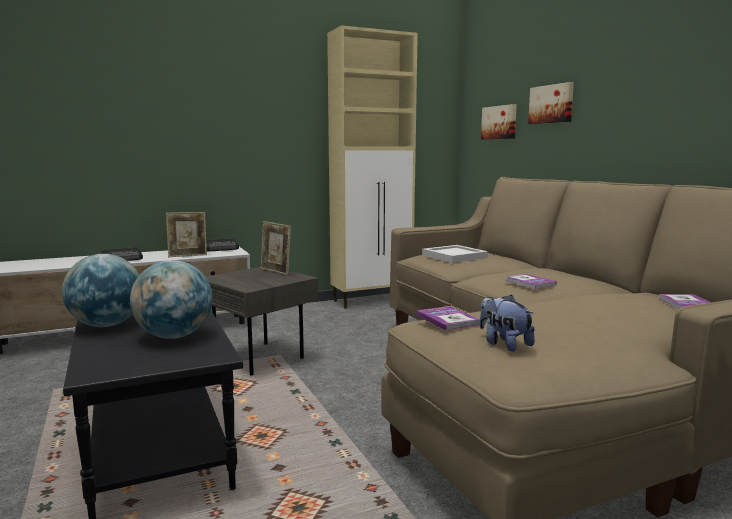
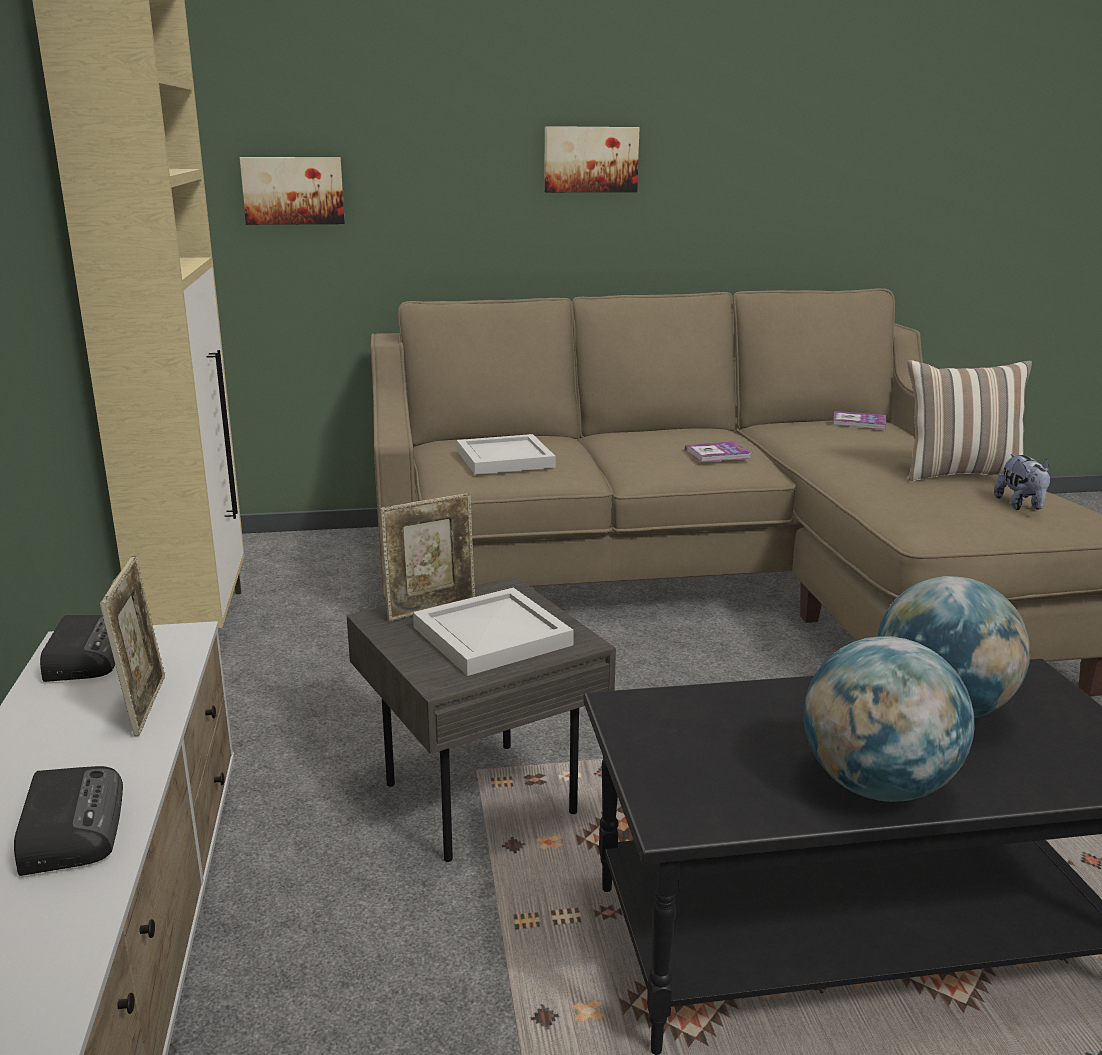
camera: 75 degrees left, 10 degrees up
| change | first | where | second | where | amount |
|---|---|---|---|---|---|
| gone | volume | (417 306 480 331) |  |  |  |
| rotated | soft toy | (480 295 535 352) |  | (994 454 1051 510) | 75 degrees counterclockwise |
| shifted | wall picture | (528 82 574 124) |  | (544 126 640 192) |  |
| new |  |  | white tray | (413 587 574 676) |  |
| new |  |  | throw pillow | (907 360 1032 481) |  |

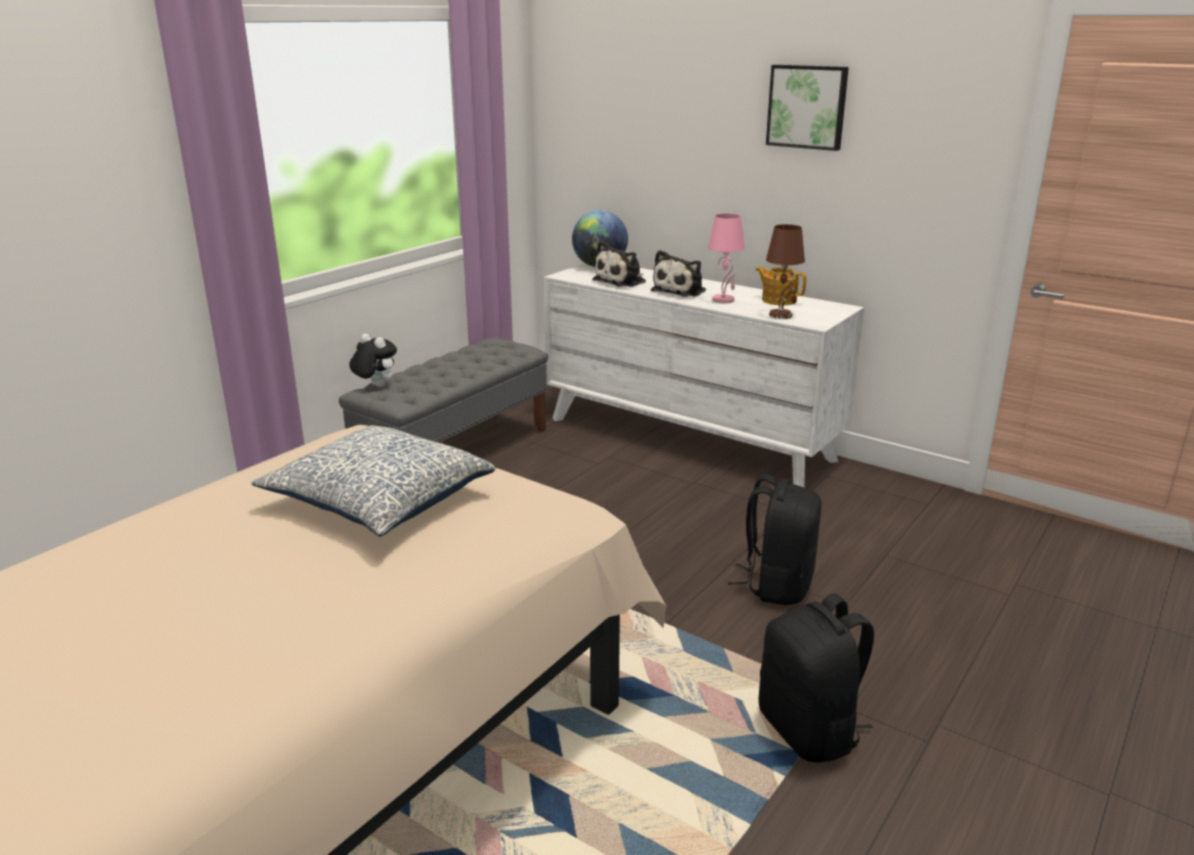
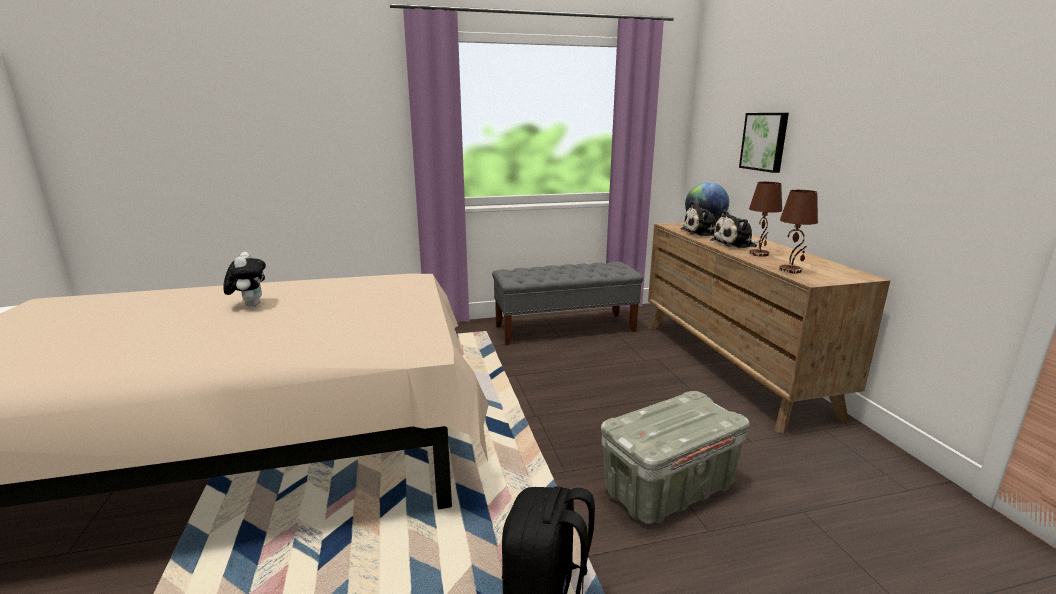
camera: 40 degrees right, 5 degrees down
| change | first | where | second | where | amount |
|---|---|---|---|---|---|
| gone | throw pillow | (252 425 496 537) |  |  |  |
| shifted | soft toy | (349 334 397 387) |  | (223 252 266 307) |  |
| repainted | white drawer chest | (544 263 864 488) | brown drawer chest | (648 222 890 434) |  |
| repainted | pinkish tabletop lamp | (708 214 745 303) | brown tabletop lamp | (749 182 782 257) |  |
| swapped | blackish backpack | (728 474 822 605) | greyish storage bin | (601 391 749 524) |  |
| gone | teapot | (755 267 806 305) |  |  |  |
| shifted | wall picture | (766 65 849 151) |  | (739 113 789 173) |  |

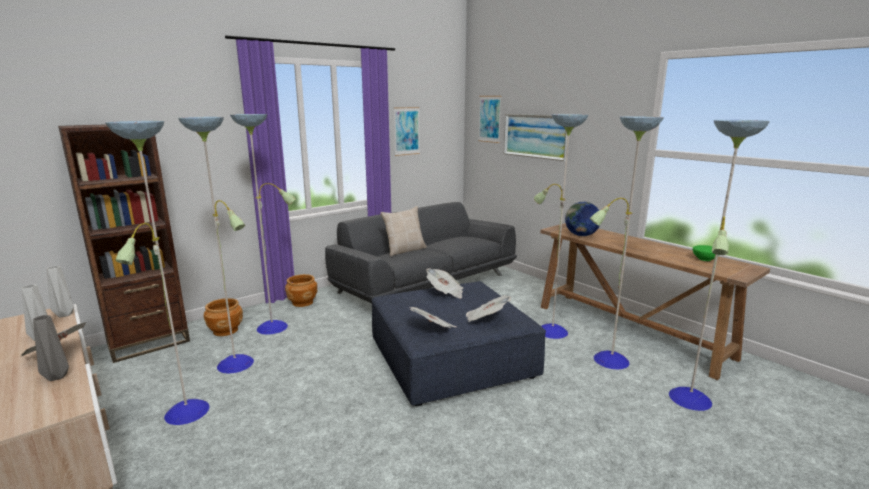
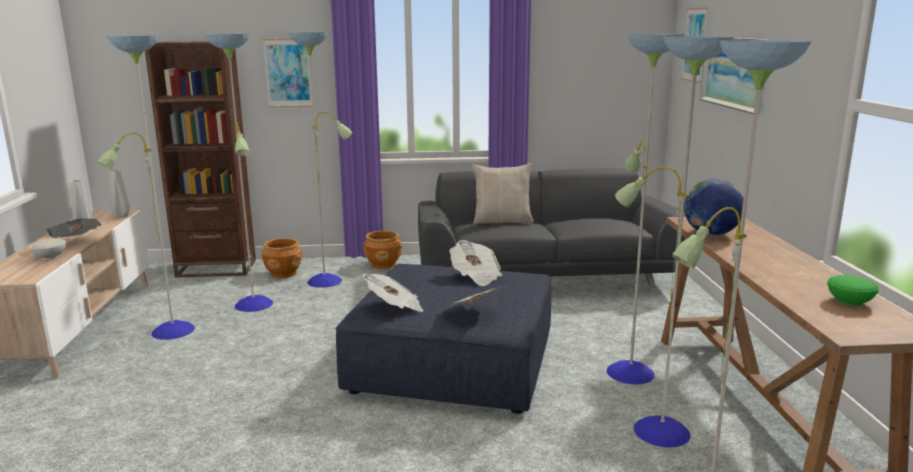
camera: 35 degrees right, 0 degrees up
| change | first | where | second | where | amount |
|---|---|---|---|---|---|
| swapped | greyish decorative vase | (33 315 69 381) | white bowl | (30 239 66 260) |  |
| shifted | wall picture | (394 107 420 156) |  | (263 39 312 108) |  |

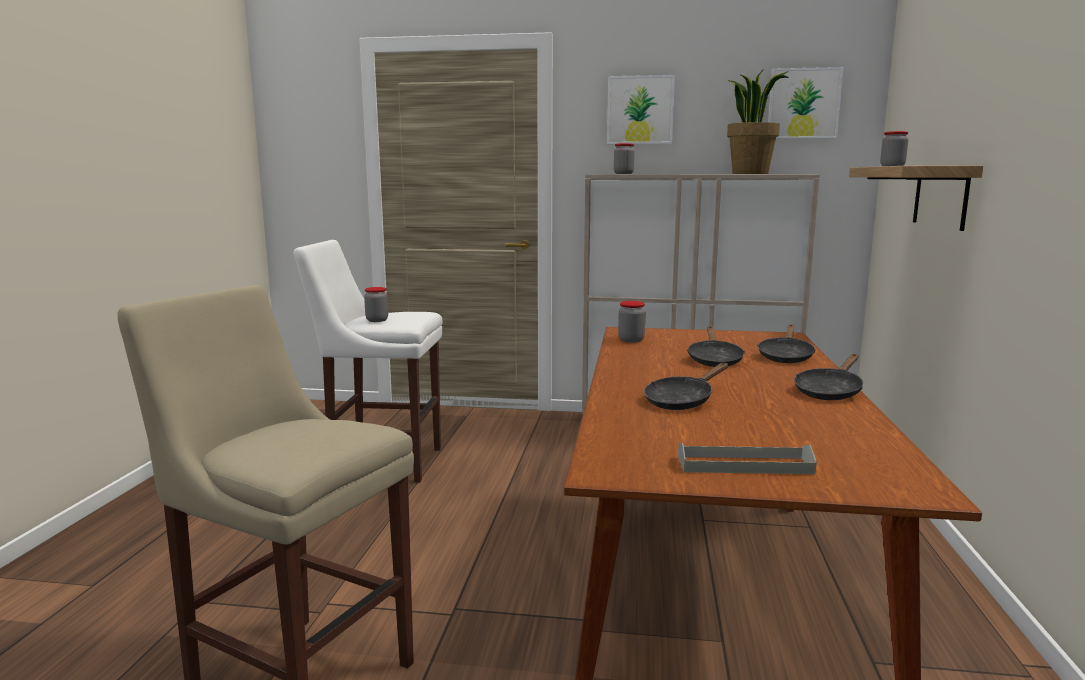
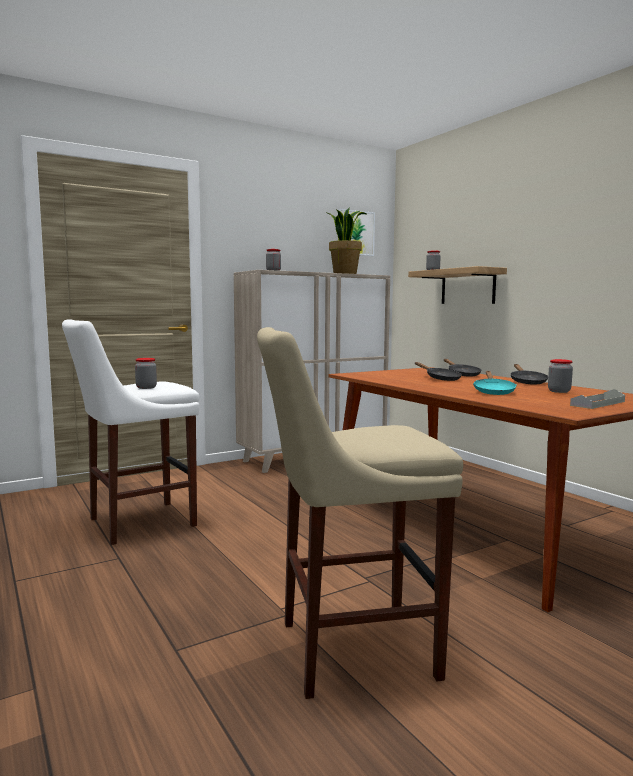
camera: 40 degrees left, 5 degrees down
| change | first | where | second | where | amount |
|---|---|---|---|---|---|
| gone | wall picture | (607 75 675 144) |  |  |  |
| shifted | jar | (618 301 646 342) |  | (548 359 573 393) |  |
| repainted | blackish skillet | (644 363 728 410) | turquoise skillet | (473 371 517 395) |  |

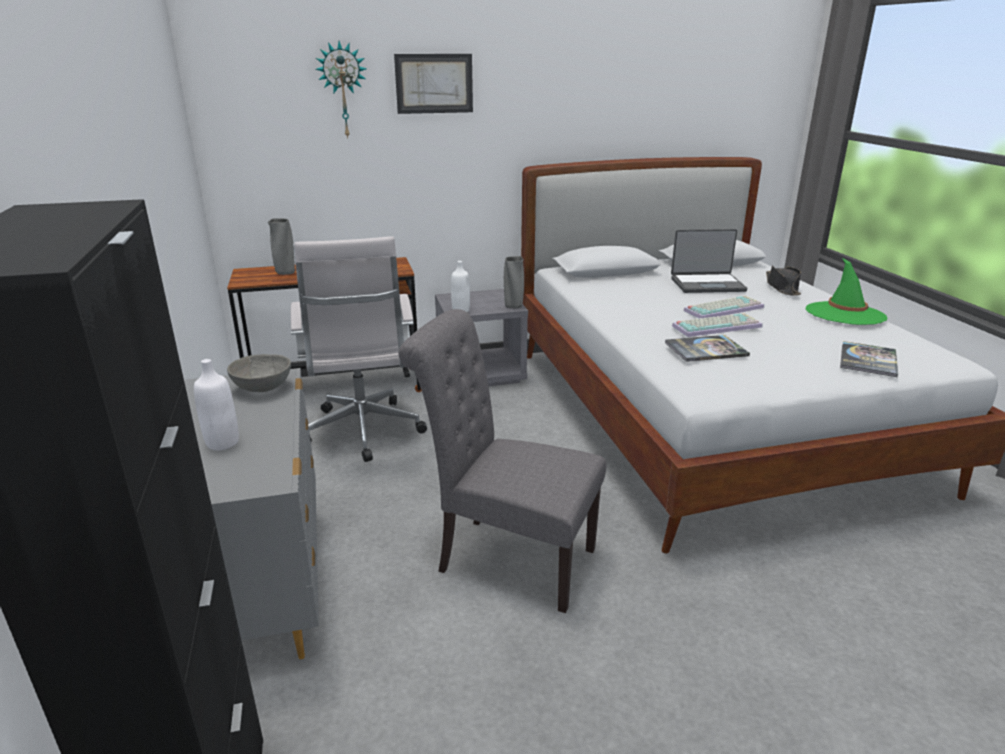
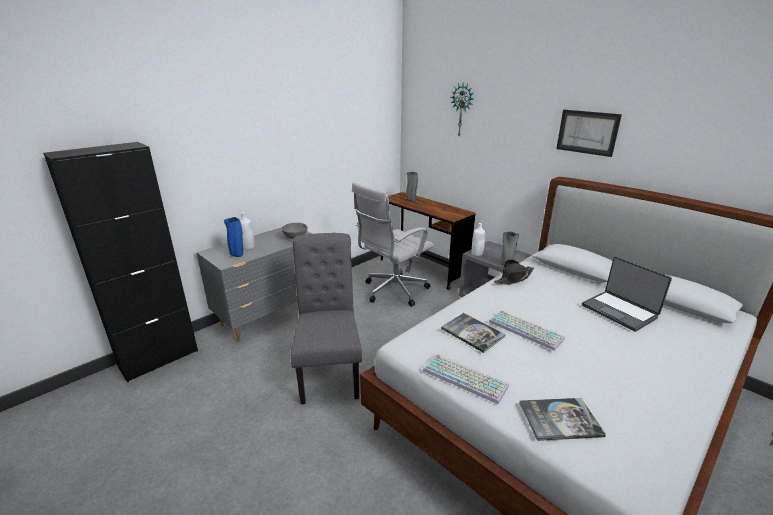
camera: 60 degrees right, 0 degrees up
| change | first | where | second | where | amount |
|---|---|---|---|---|---|
| shifted | wall picture | (394 54 473 114) |  | (556 110 622 157) |  |
| shifted | computer keyboard | (683 296 764 319) |  | (423 354 509 404) |  |
| shifted | blackish clothing hat | (766 265 801 296) |  | (494 259 534 285) |  |
| gone | green-coloured clothing hat | (806 258 887 325) |  |  |  |
| new |  |  | blue-coloured decorative vase | (224 217 243 257) |  |

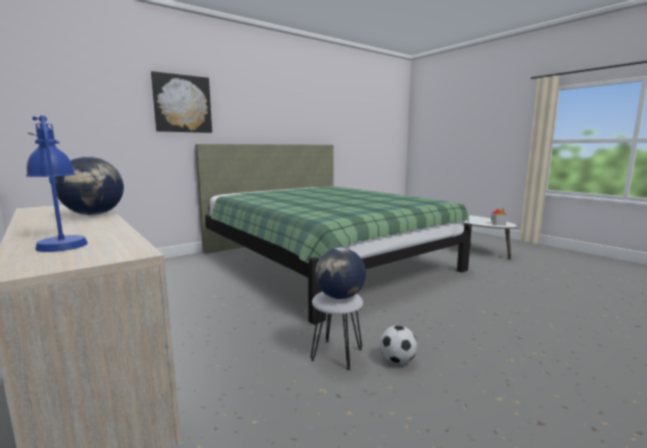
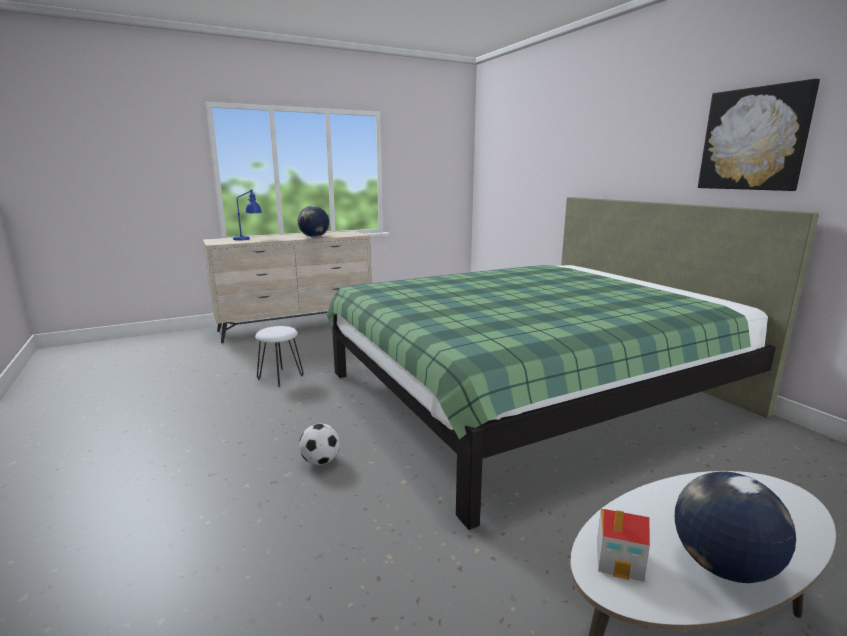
camera: 100 degrees right, 5 degrees up
| change | first | where | second | where | amount |
|---|---|---|---|---|---|
| shifted | wall picture | (151 71 212 133) |  | (698 79 820 191) |  |
| shifted | world globe | (315 248 366 299) |  | (675 471 796 583) |  |
| shifted | ball for football | (380 325 417 364) |  | (299 423 340 465) |  |

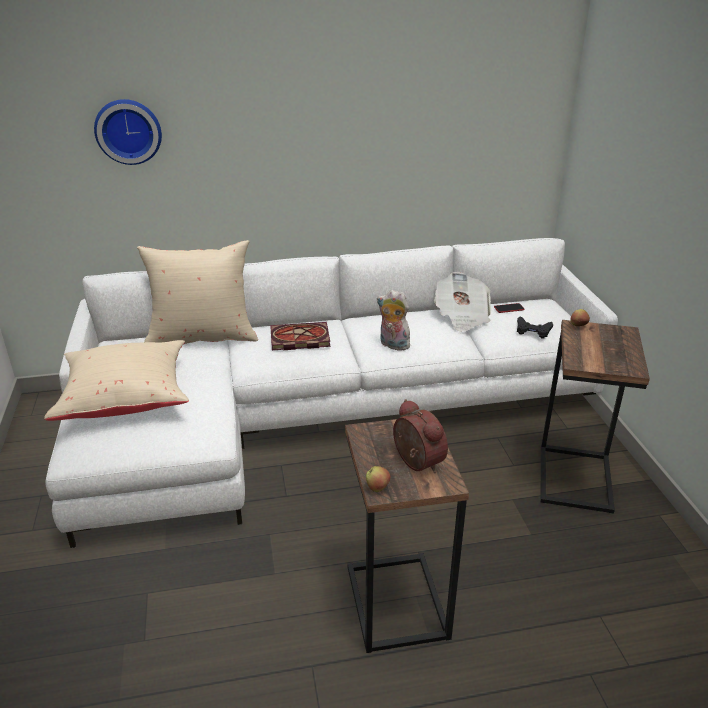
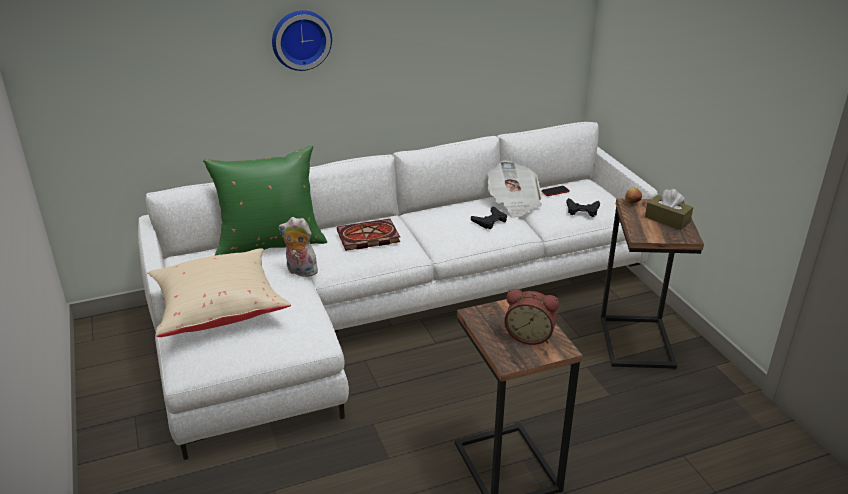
camera: 10 degrees left, 0 degrees up
| change | first | where | second | where | amount |
|---|---|---|---|---|---|
| shifted | hanging clock | (94 99 162 165) |  | (272 10 332 71) |  |
| repainted | beige-coloured throw pillow | (137 240 258 344) | green-coloured throw pillow | (203 146 327 255) |  |
| gone | apple fruit | (366 466 391 492) |  |  |  |
| shifted | soft toy | (377 290 413 351) |  | (279 217 318 277) |  |
| rotated | bedside clock | (393 399 448 473) |  | (504 289 559 345) | 150 degrees clockwise |
| new |  |  | blackish game controller | (471 206 507 229) |  |
| new |  |  | brown tissue holder | (645 189 693 230) |  |

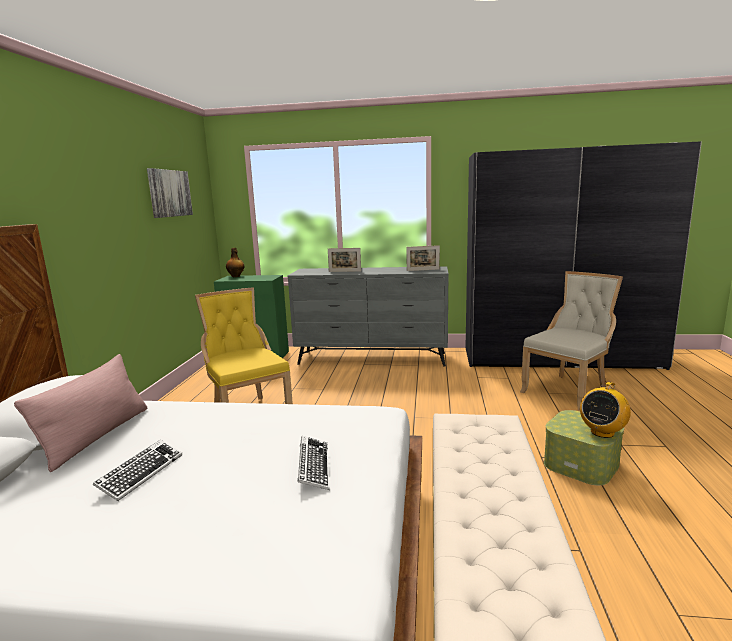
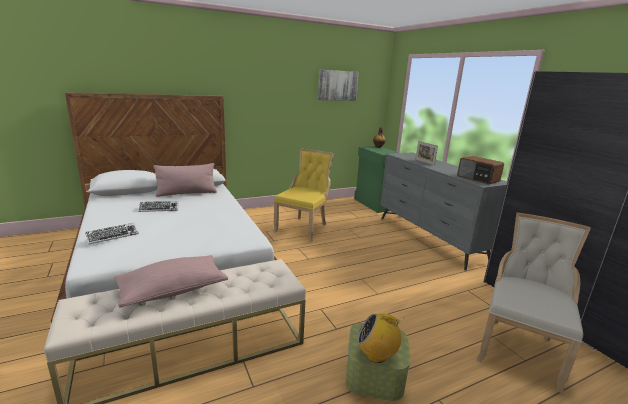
camera: 55 degrees right, 5 degrees up
| change | first | where | second | where | amount |
|---|---|---|---|---|---|
| shifted | computer keyboard | (297 436 329 490) |  | (85 223 139 244) |  |
| swapped | photo frame | (406 245 440 271) | radio | (457 156 504 184) |  |
| rotated | beige-coloured chair | (520 271 623 411) |  | (476 213 591 394) | 75 degrees counterclockwise |
| new |  |  | pinkish throw pillow | (114 255 228 308) |  |

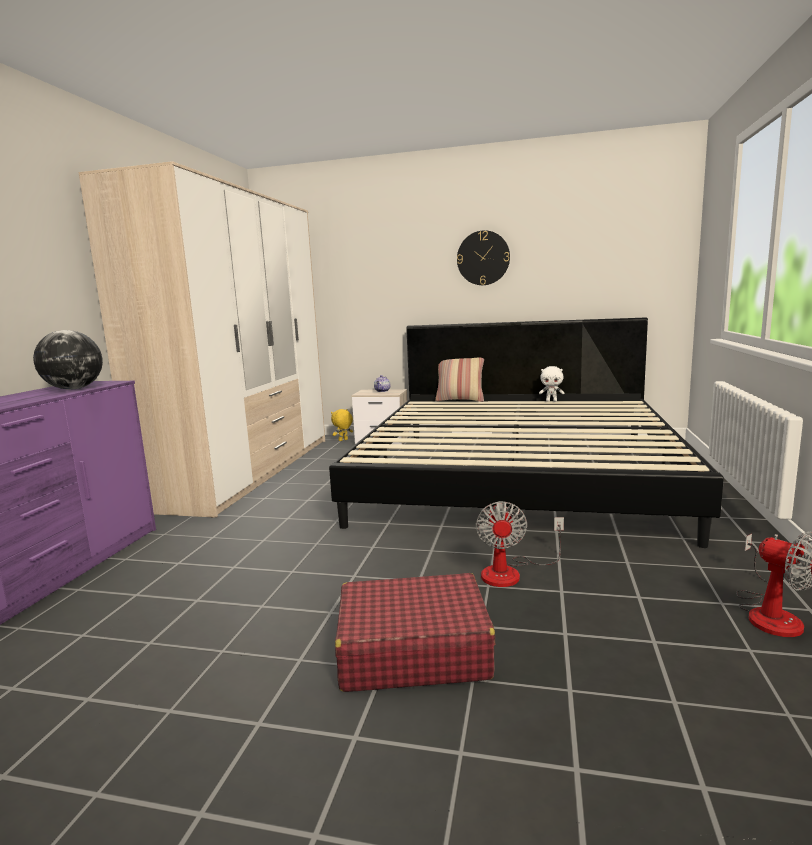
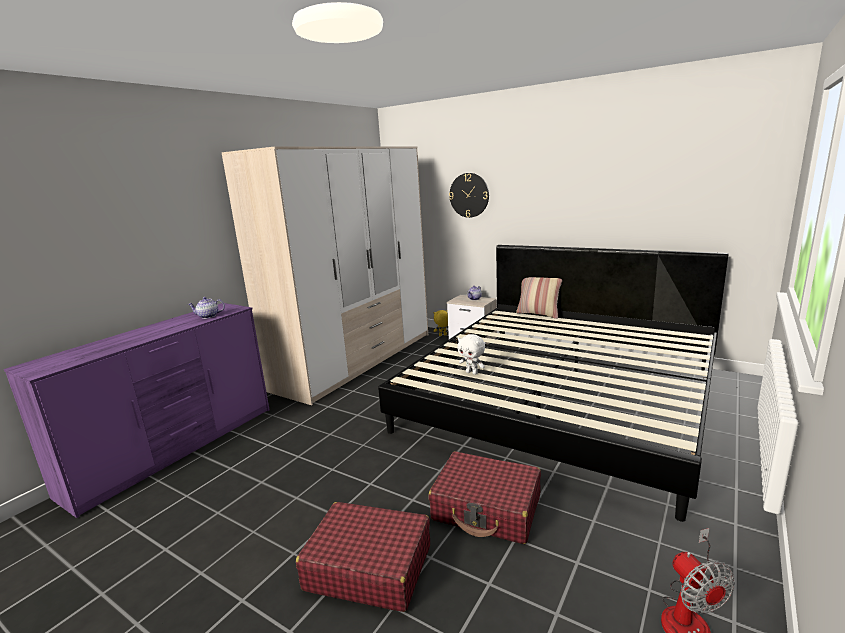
camera: 20 degrees right, 5 degrees up
| change | first | where | second | where | amount |
|---|---|---|---|---|---|
| swapped | world globe | (33 330 103 390) | teapot | (188 297 225 319) |  |
| shifted | hanging clock | (457 230 510 285) |  | (449 173 489 218) |  |
| swapped | cooling fan | (476 501 564 587) | red travel case | (428 451 541 544) |  |
| shifted | white soft toy | (539 366 565 402) |  | (457 334 485 375) |  |

